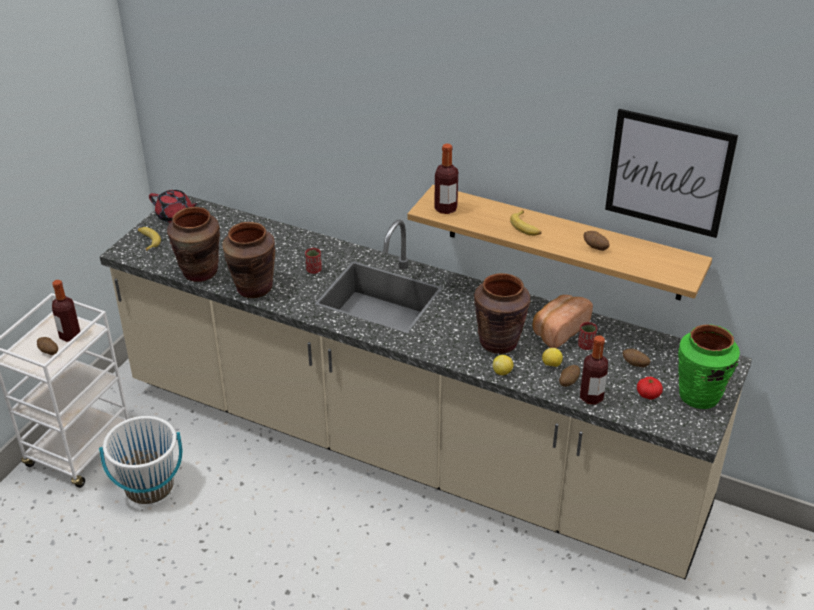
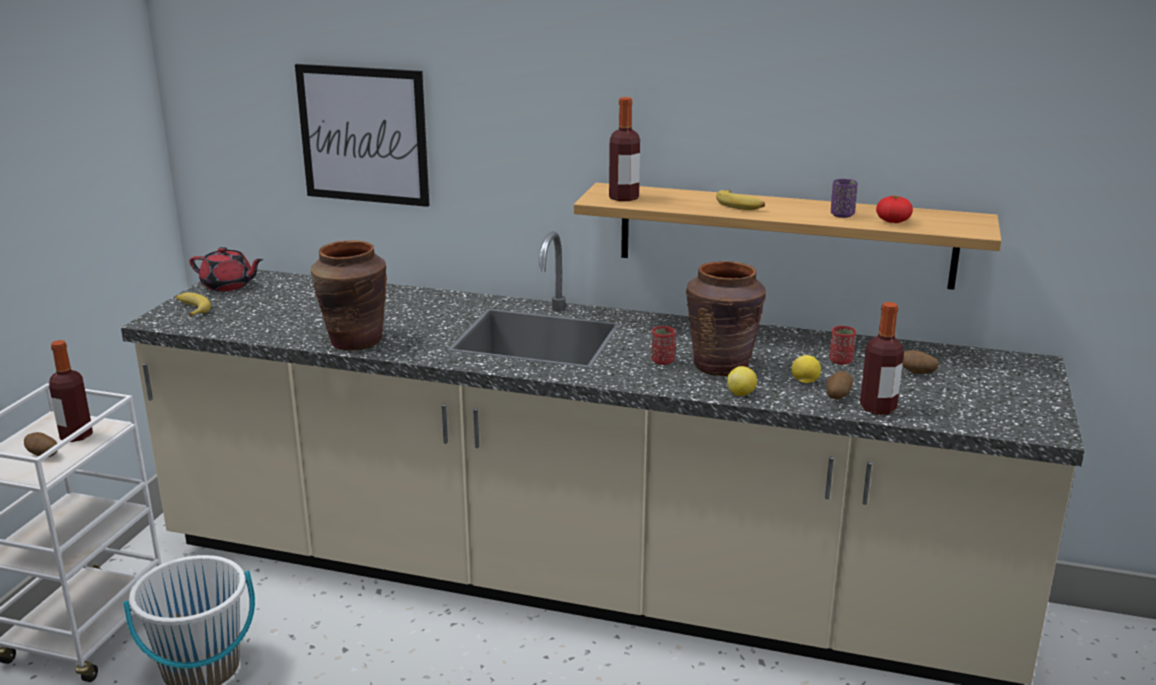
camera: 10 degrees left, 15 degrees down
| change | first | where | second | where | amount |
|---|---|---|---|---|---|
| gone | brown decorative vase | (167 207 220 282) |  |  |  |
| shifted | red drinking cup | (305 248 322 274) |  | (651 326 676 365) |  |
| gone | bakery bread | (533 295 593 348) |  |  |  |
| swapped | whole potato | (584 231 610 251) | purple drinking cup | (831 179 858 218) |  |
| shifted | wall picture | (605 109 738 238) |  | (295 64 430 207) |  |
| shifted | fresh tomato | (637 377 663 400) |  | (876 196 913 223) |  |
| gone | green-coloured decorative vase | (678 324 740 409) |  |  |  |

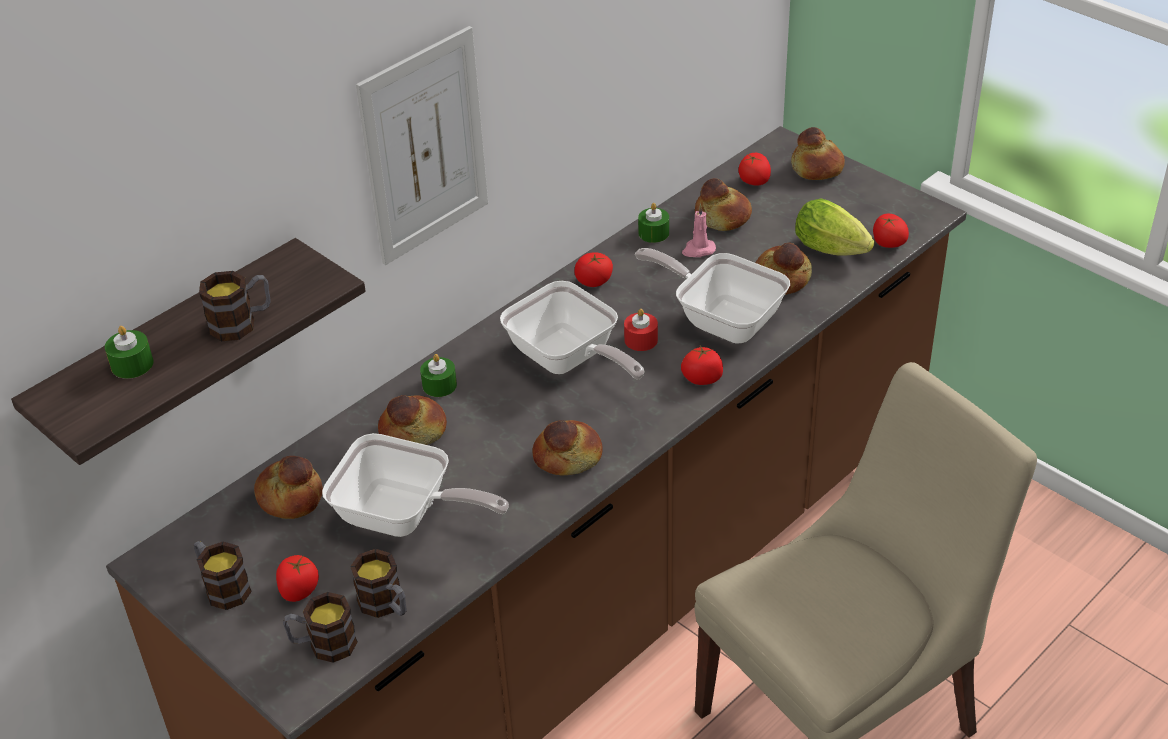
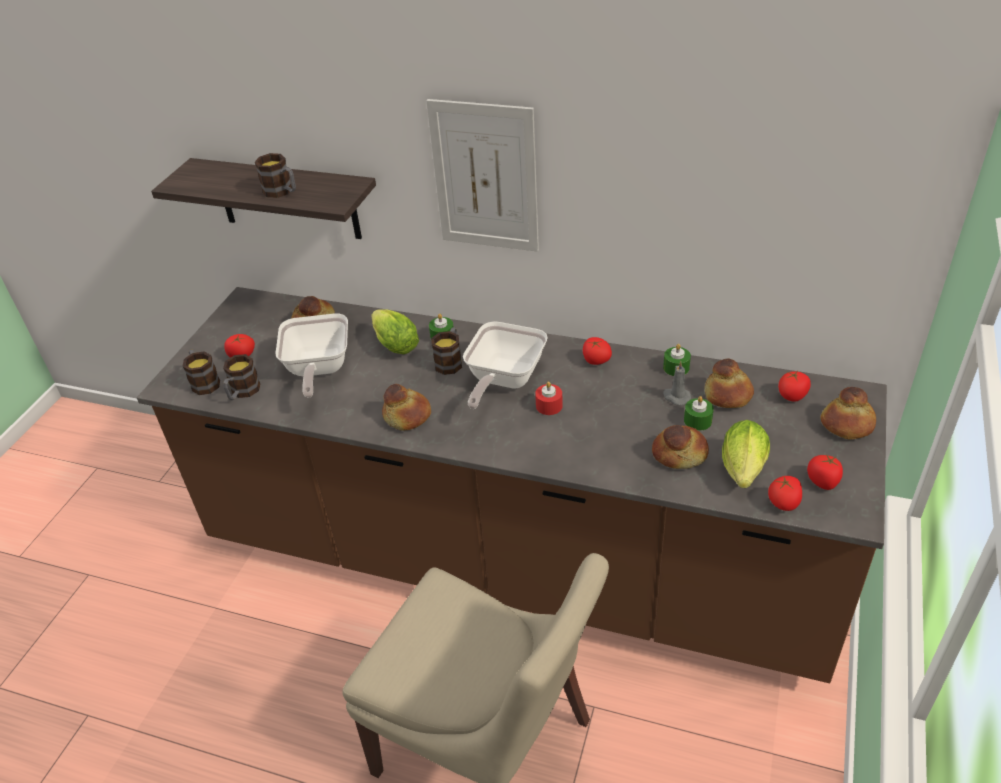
camera: 65 degrees right, 0 degrees up
| change | first | where | second | where | amount |
|---|---|---|---|---|---|
| shifted | green-coloured candle | (105 326 153 379) |  | (684 396 714 431) |  |
| shifted | coffee mug | (194 541 252 610) |  | (431 327 462 375) |  |
| swapped | bakery bread | (378 395 447 445) | lettuce | (371 310 419 354) |  |
| gone | skillet | (635 248 790 344) |  |  |  |
| shifted | fresh tomato | (681 345 723 385) |  | (807 454 843 490) |  |
| repainted | pinkish candle | (682 204 716 257) | greyish candle | (663 361 691 405) |  |

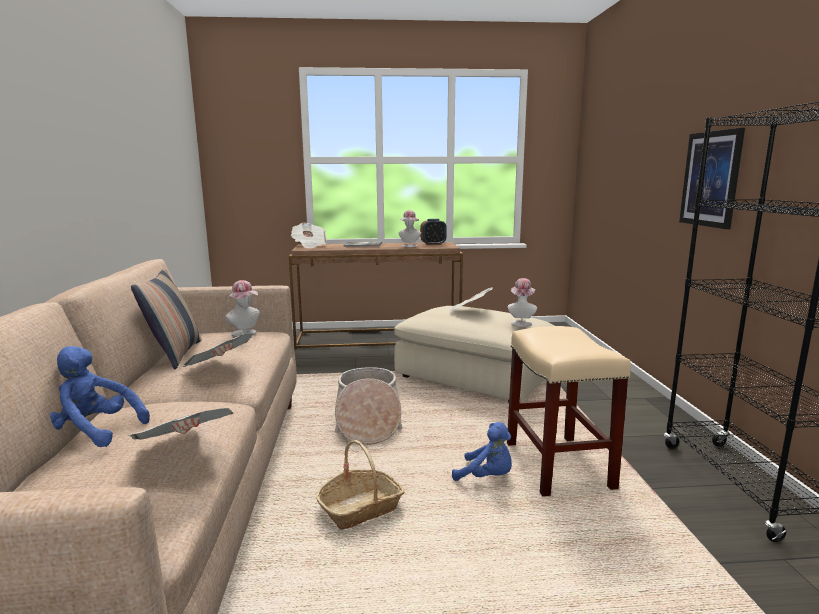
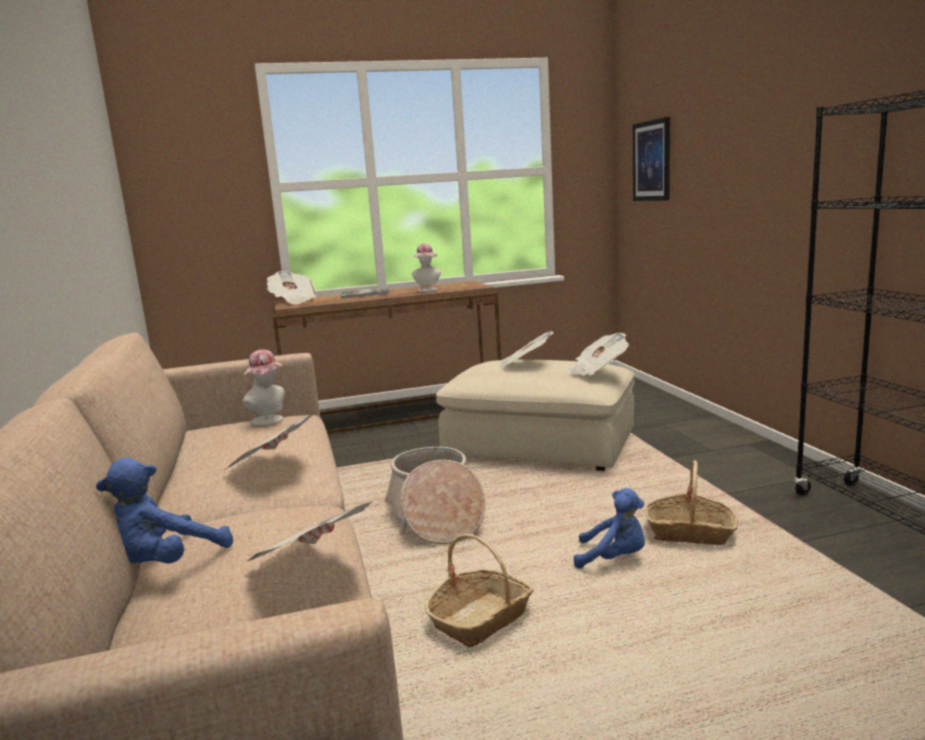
camera: 10 degrees left, 0 degrees up
| change | first | where | second | where | amount |
|---|---|---|---|---|---|
| rotated | blue-coloured soft toy | (50 346 150 447) |  | (96 457 233 564) | 60 degrees counterclockwise |
| gone | throw pillow | (131 268 202 369) |  |  |  |
| gone | bedside clock | (420 219 447 245) |  |  |  |
| swapped | clothing hat | (507 278 537 327) | daily paper | (566 333 629 375) |  |
| swapped | beige-coloured sitting stool | (507 326 631 497) | basket | (645 460 738 545) |  |
| shifted | wall picture | (679 128 745 229) |  | (633 117 670 201) |  |

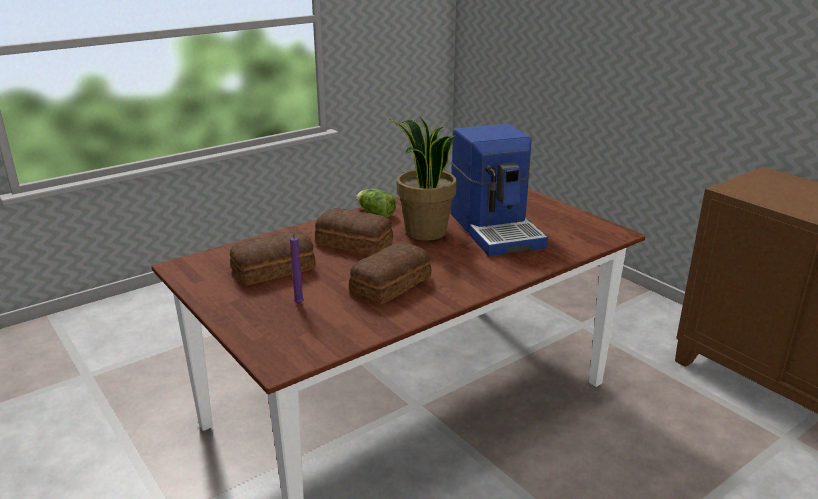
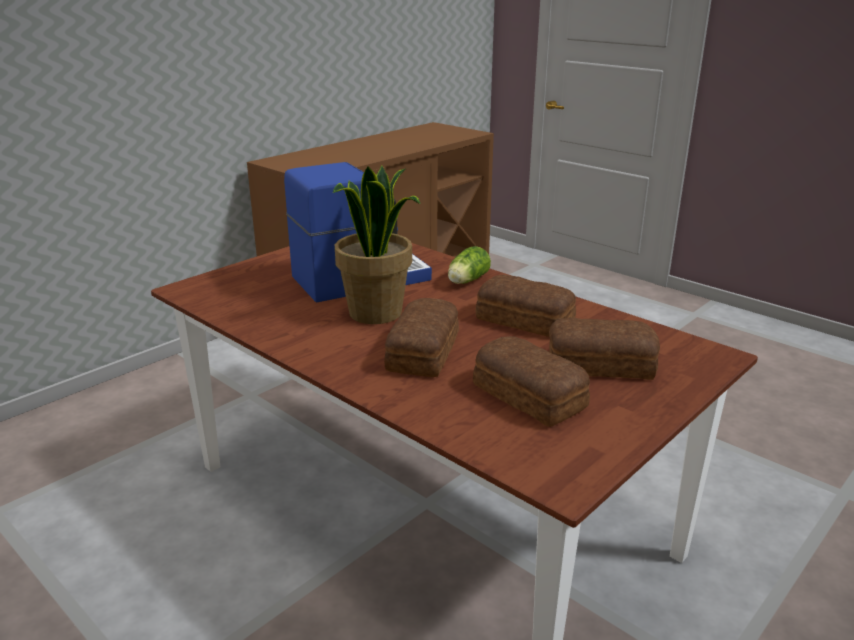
camera: 100 degrees left, 0 degrees up
| change | first | where | second | where | amount |
|---|---|---|---|---|---|
| swapped | purple candle | (290 228 304 304) | bakery bread | (549 318 660 380) |  |
| shifted | lettuce | (356 189 397 218) |  | (448 246 491 284) |  |

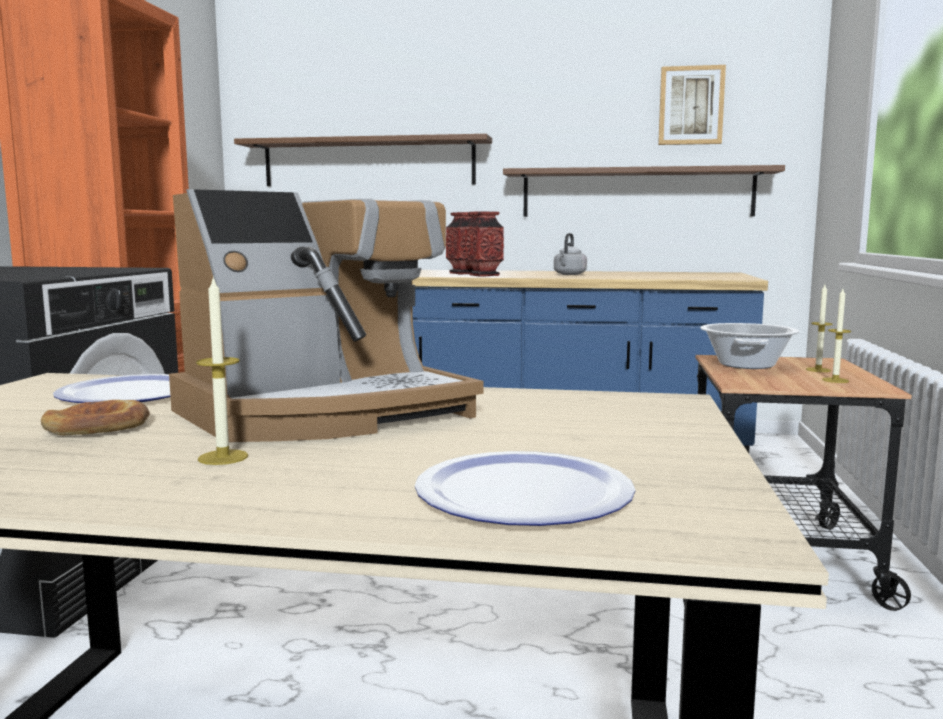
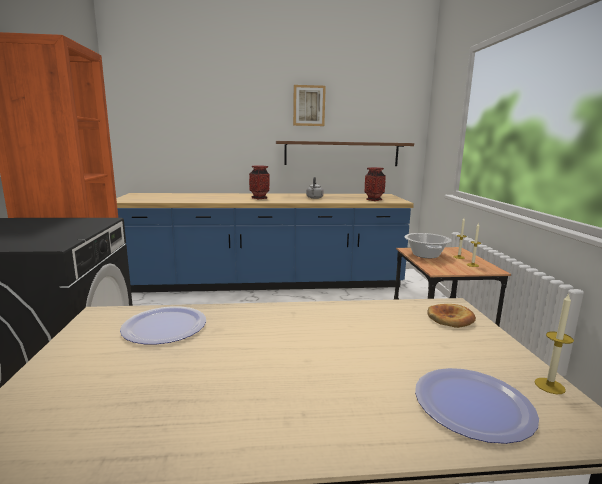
camera: 15 degrees left, 5 degrees up
| change | first | where | second | where | amount |
|---|---|---|---|---|---|
| shifted | bakery bread | (41 400 150 435) |  | (427 304 476 328) |  |
| gone | coffee maker | (169 189 484 442) |  |  |  |
| shifted | candle | (196 276 248 465) |  | (534 294 574 394) |  |
| gone | brown bracket shelf | (234 134 492 186) |  |  |  |
| shifted | decorative vase | (465 211 504 277) |  | (365 167 386 201) |  |
| shifted | wall picture | (658 65 726 145) |  | (293 85 326 126) |  |

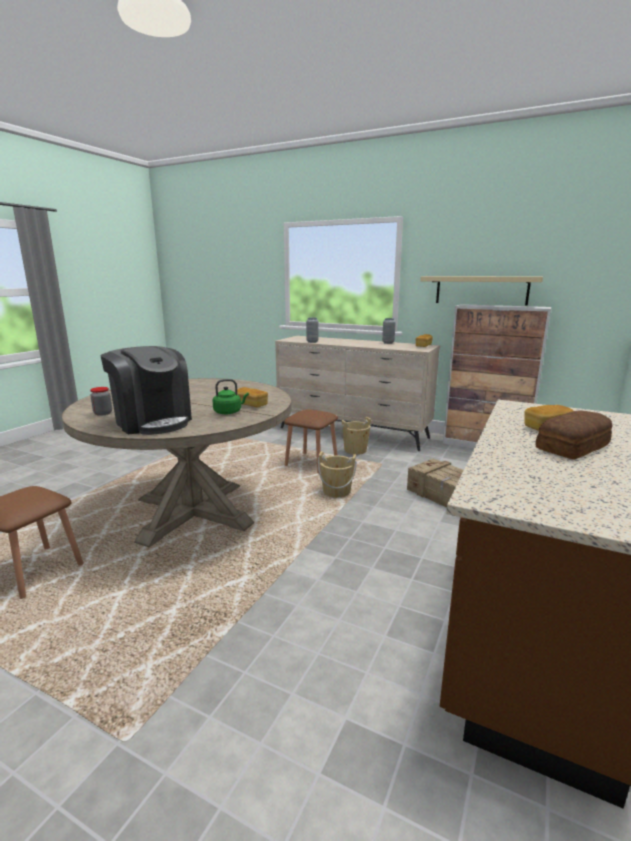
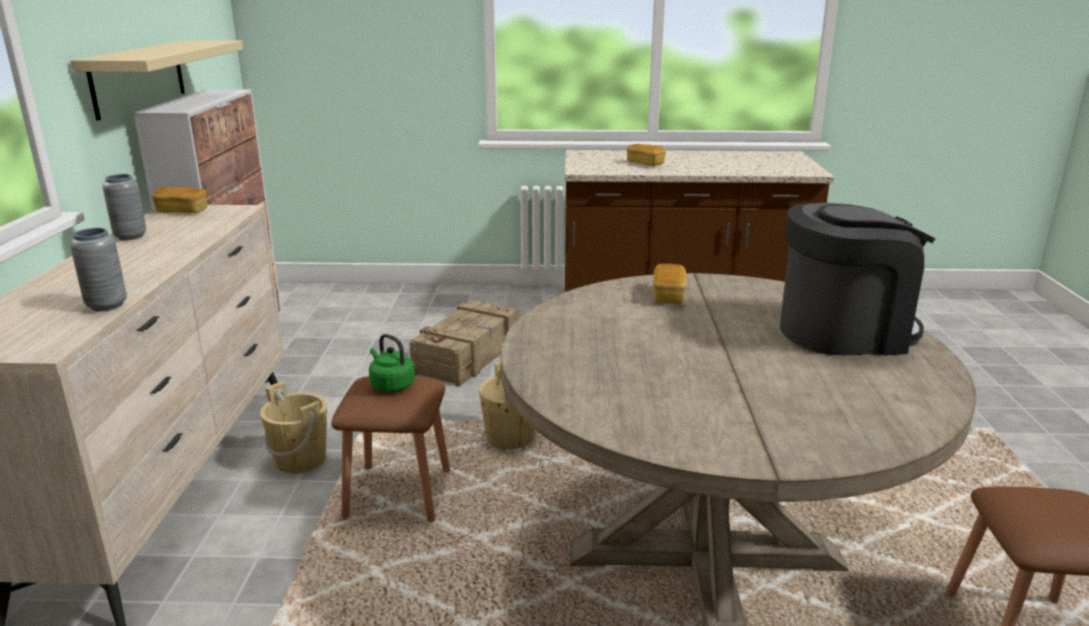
camera: 115 degrees left, 5 degrees up
| change | first | where | second | where | amount |
|---|---|---|---|---|---|
| gone | jar | (90 387 112 416) |  |  |  |
| rotated | coffee maker | (100 346 192 435) |  | (780 203 936 356) | 60 degrees clockwise |
| shifted | green-coloured water kettle | (213 379 249 414) |  | (369 334 415 393) |  |
| gone | bakery bread | (536 410 613 459) |  |  |  |

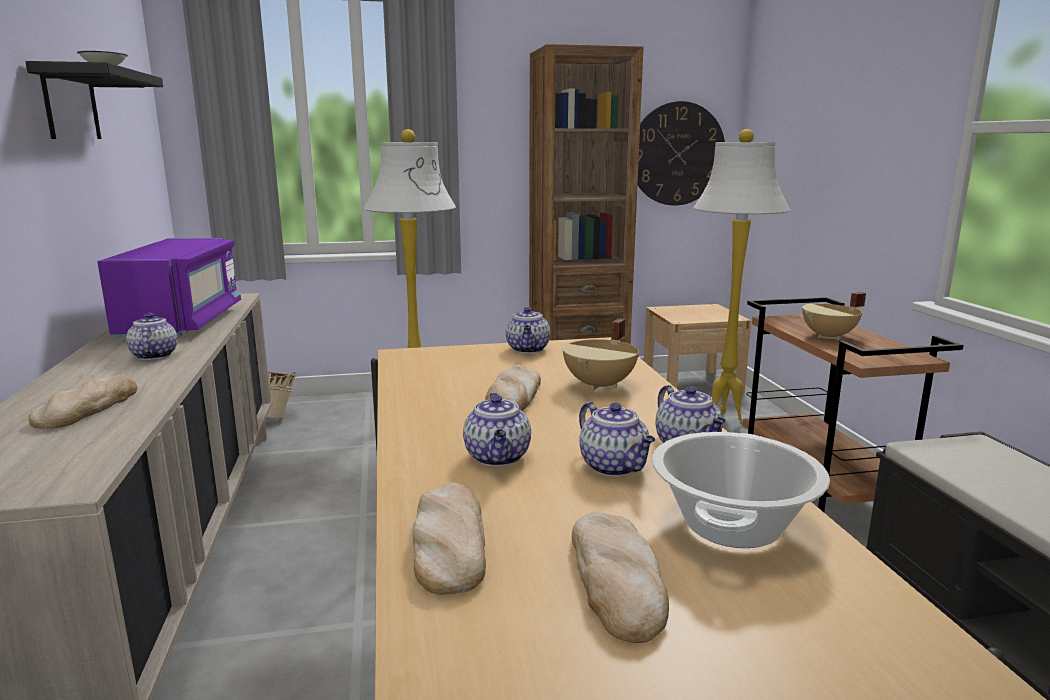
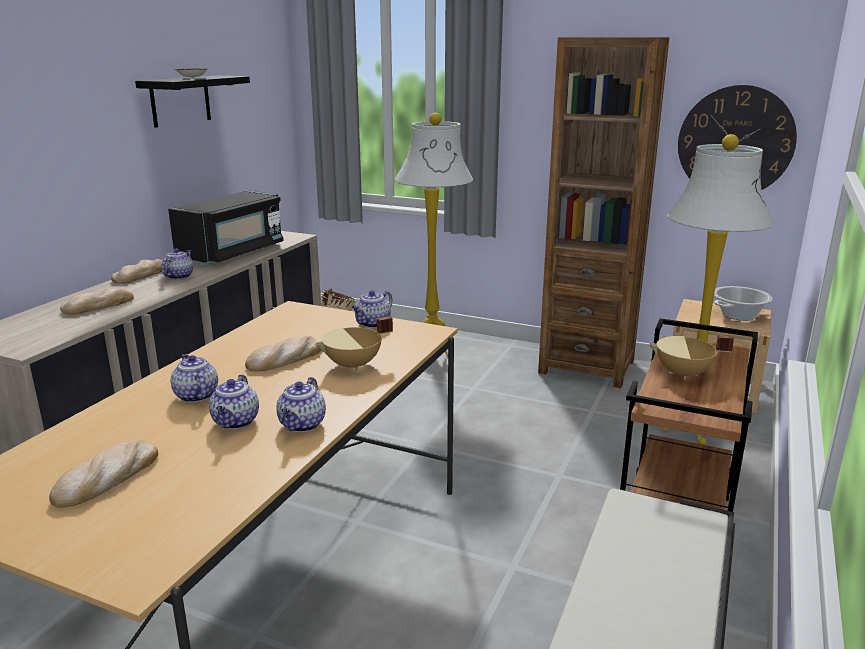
camera: 35 degrees right, 5 degrees up
| change | first | where | second | where | amount |
|---|---|---|---|---|---|
| repainted | purple kitchen microwave | (97 238 241 337) | blackish kitchen microwave | (168 190 284 265) |  |
| shifted | bakery bread | (413 482 486 595) |  | (111 259 162 284) |  |
| rotated | teapot | (463 393 531 466) |  | (171 354 218 403) | 120 degrees clockwise |
| shifted | cooking pot | (652 432 830 548) |  | (714 286 773 321) |  |

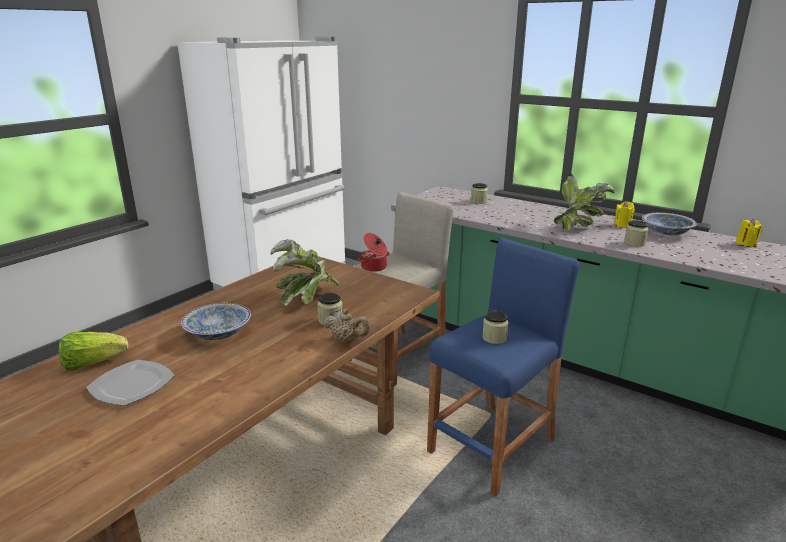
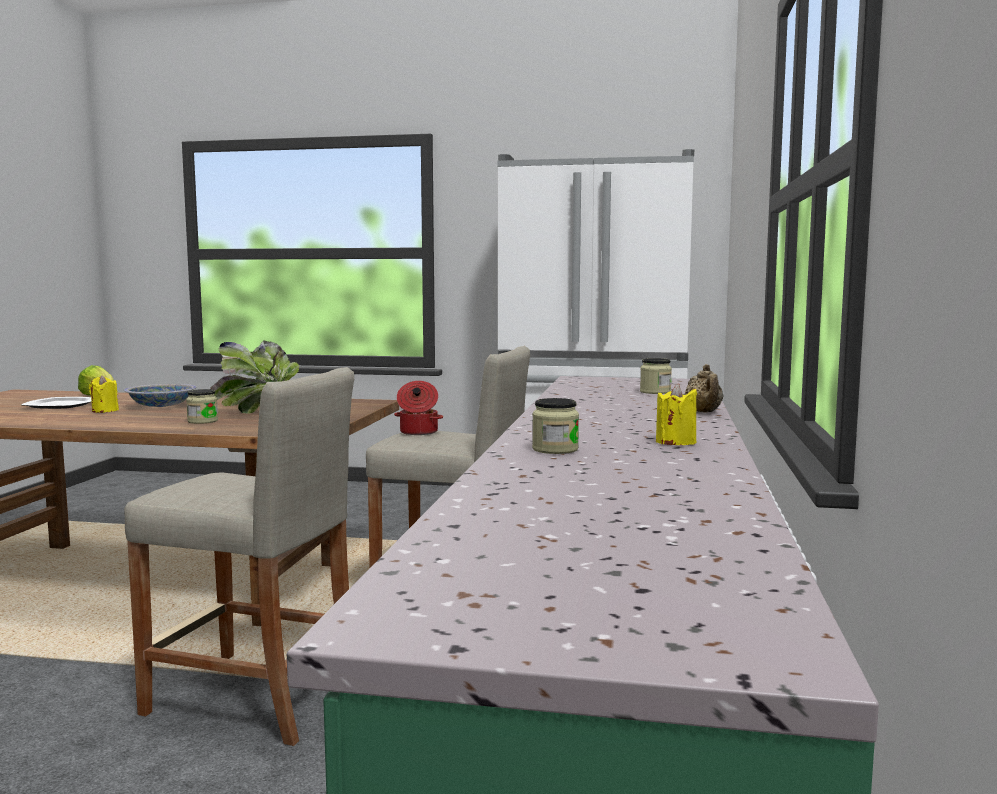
camera: 65 degrees right, 15 degrees down
| change | first | where | second | where | amount |
|---|---|---|---|---|---|
| shifted | beige-coloured teapot | (323 309 370 343) |  | (684 364 723 412) |  |
| repainted | blue-coloured sitting stool | (427 238 580 496) | beige-coloured sitting stool | (124 367 354 746) |  |
| gone | jar | (482 311 508 344) |  |  |  |
| gone | potted plant | (554 174 614 230) |  |  |  |
| gone | bowl | (642 213 697 235) |  |  |  |
| shifted | yellowish candle | (736 219 762 247) |  | (89 375 119 413) |  |

